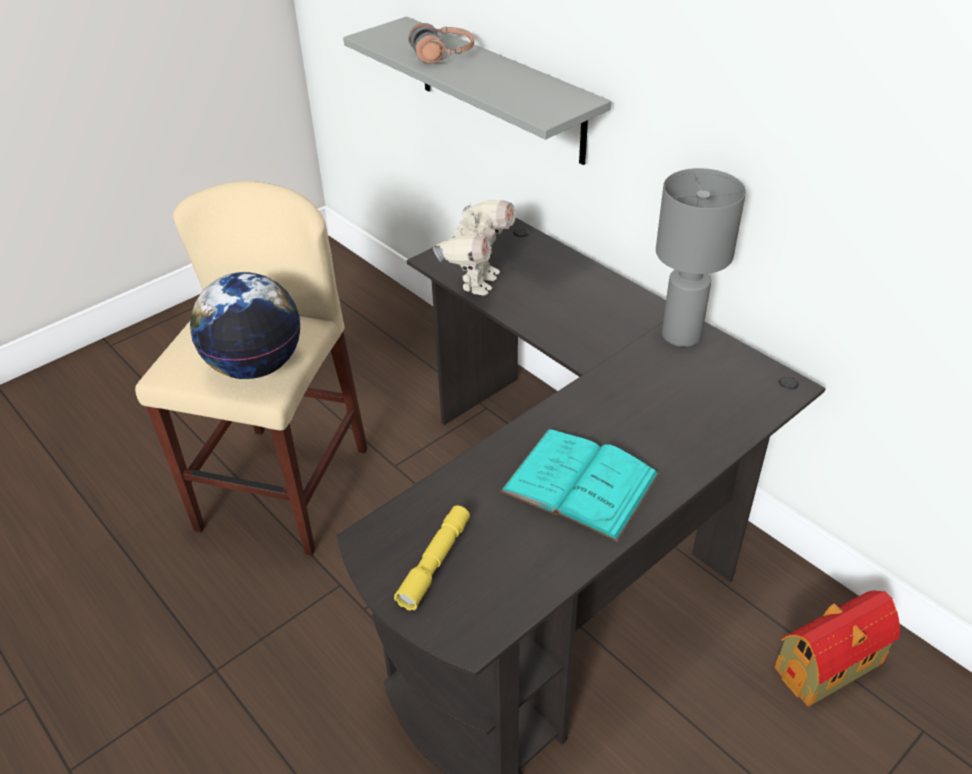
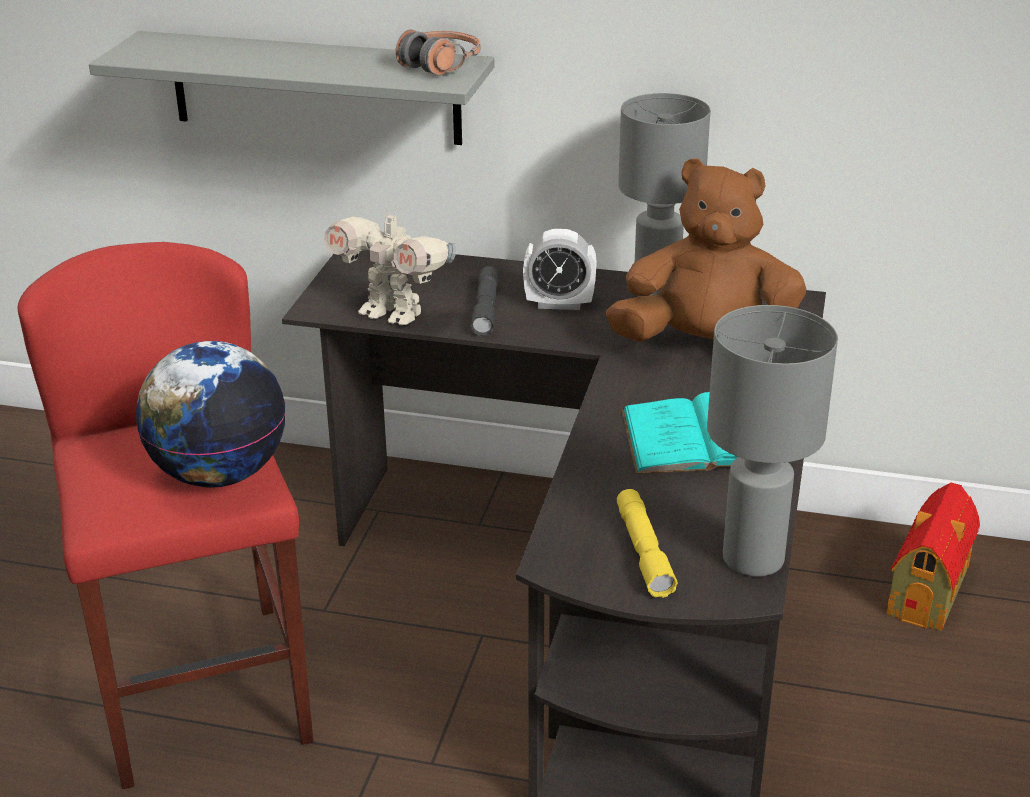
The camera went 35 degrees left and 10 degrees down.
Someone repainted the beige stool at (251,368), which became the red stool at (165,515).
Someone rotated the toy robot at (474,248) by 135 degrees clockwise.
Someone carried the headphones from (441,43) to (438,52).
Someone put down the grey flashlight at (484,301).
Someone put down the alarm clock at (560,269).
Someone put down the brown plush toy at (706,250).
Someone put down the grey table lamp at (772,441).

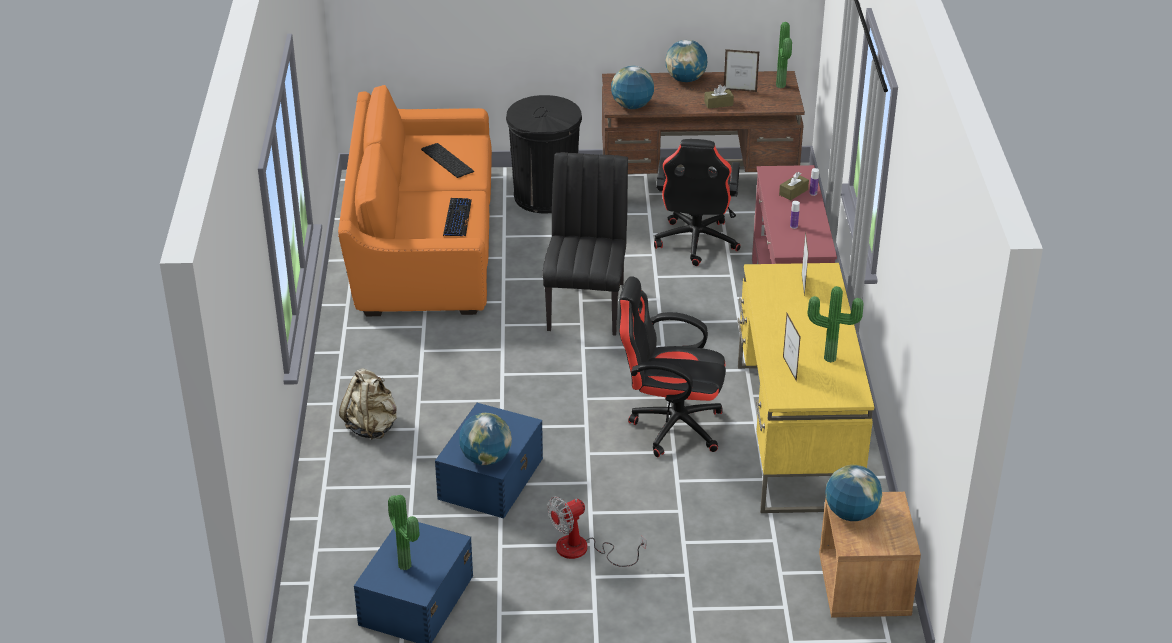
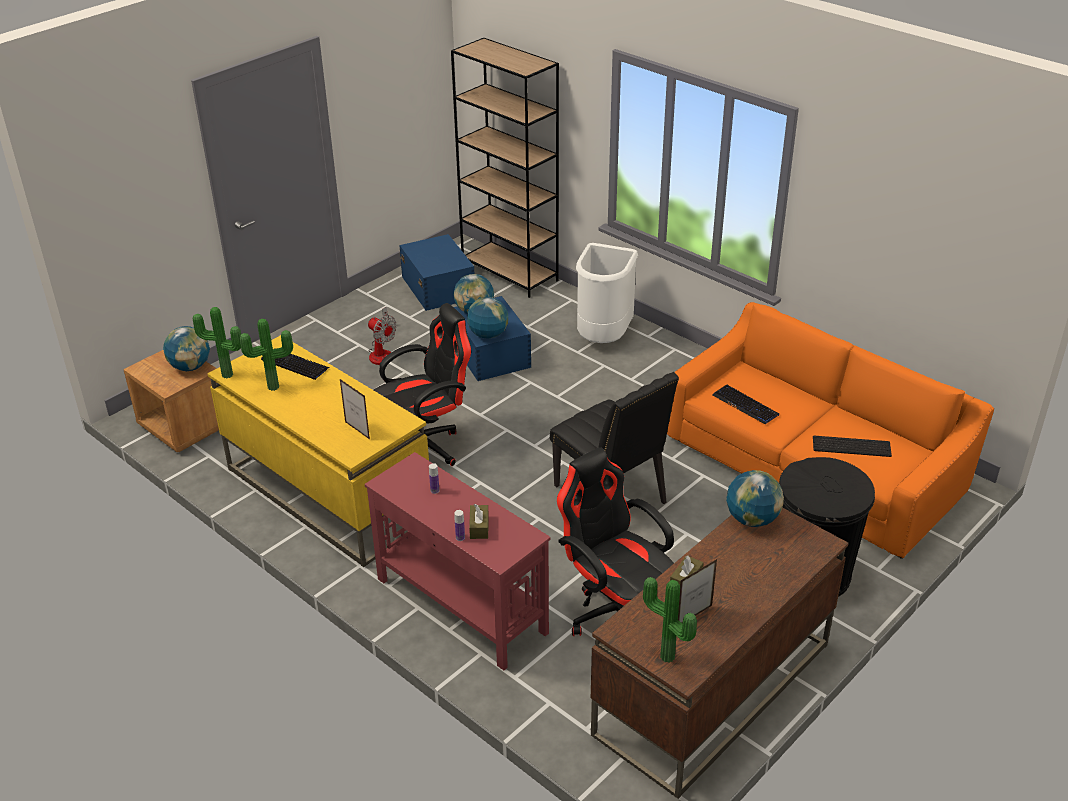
The camera went 135 degrees right and 0 degrees up.
Someone carried the potted plant from (404,532) to (217,342).
Someone swapped the picture frame at (791,347) for the keyboard at (295,364).
Someone rotated the fan at (596,531) by 120 degrees clockwise.
Someone put down the beige bookcase at (505,168).
Someone carried the globe from (686,61) to (487,318).
Someone swapped the beige backpack at (368,404) for the white trash can at (607,293).

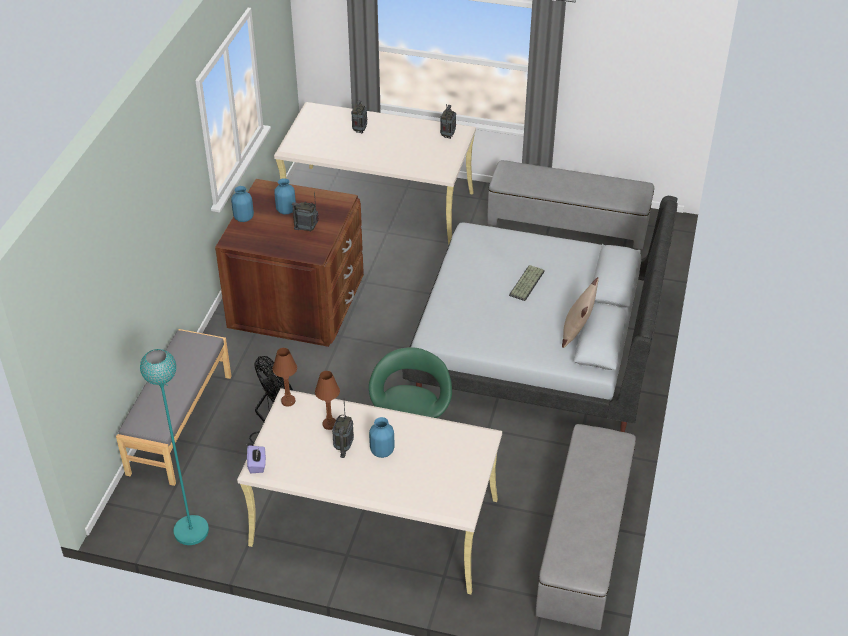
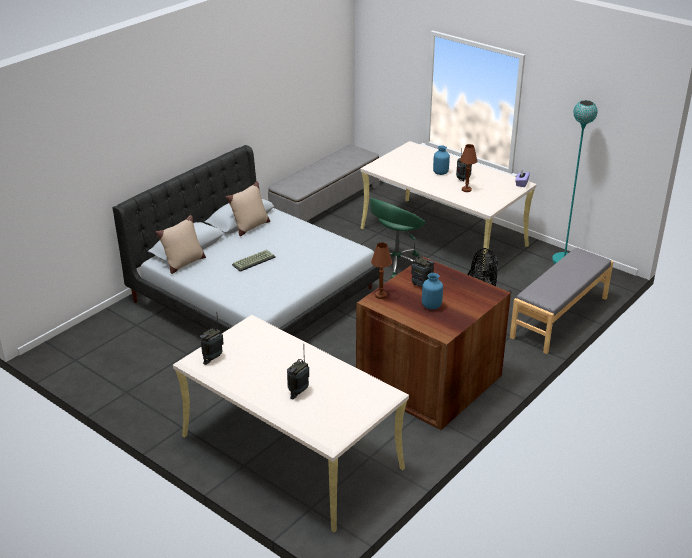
The camera went 155 degrees left and 10 degrees down.
Someone put down the beige pillow at (181,244).
Someone carried the brown table lamp from (284,377) to (381,270).
Someone took away the blue vase at (242,204).
Someone took away the grey bench at (570,204).

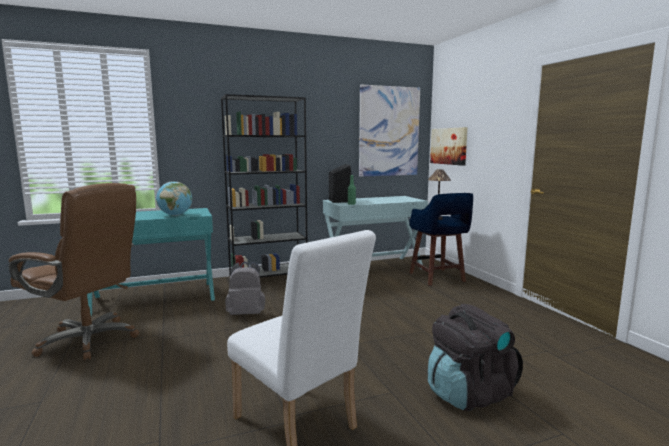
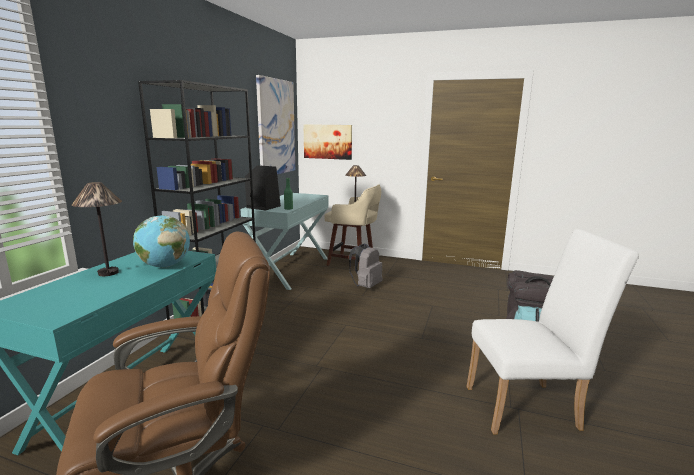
The camera went 50 degrees left and 5 degrees up.
Someone put down the table lamp at (97,229).
Someone repainted the blue stool at (441,239), which became the beige stool at (352,225).
Someone carried the grey backpack from (245,288) to (366,265).

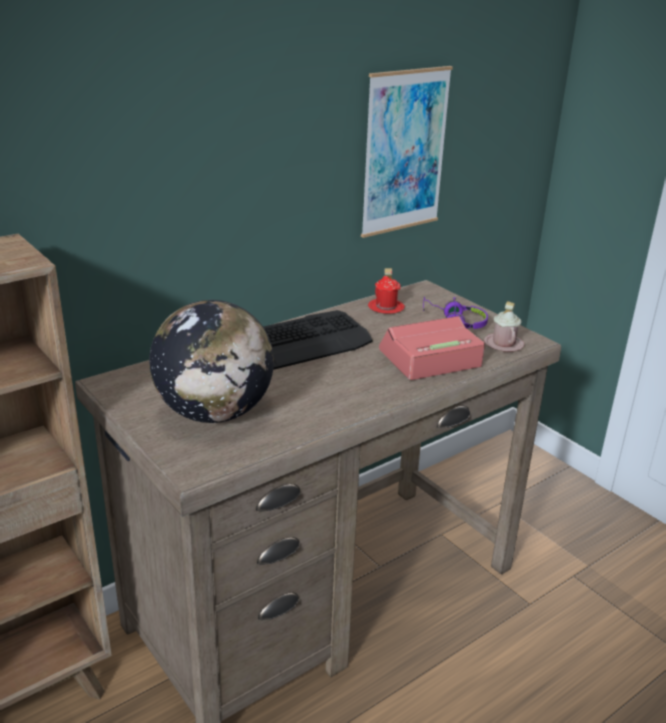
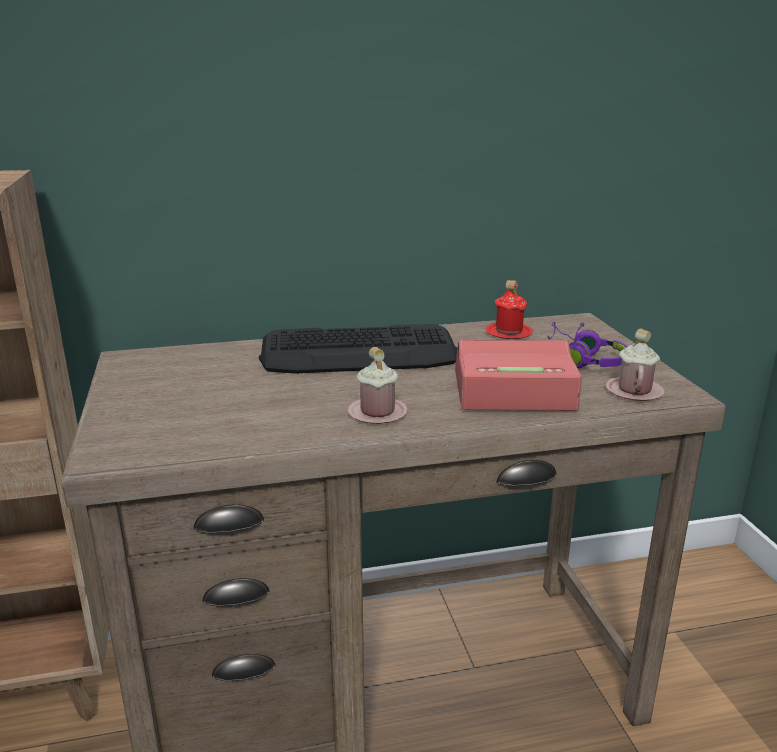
The camera went 25 degrees right and 5 degrees down.
Someone put down the pink mug at (377,385).
Someone took away the globe at (211,361).
Someone took away the picture at (407,152).

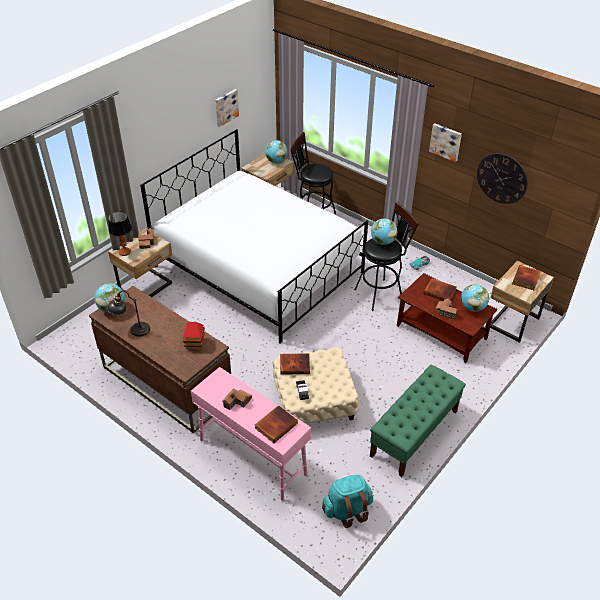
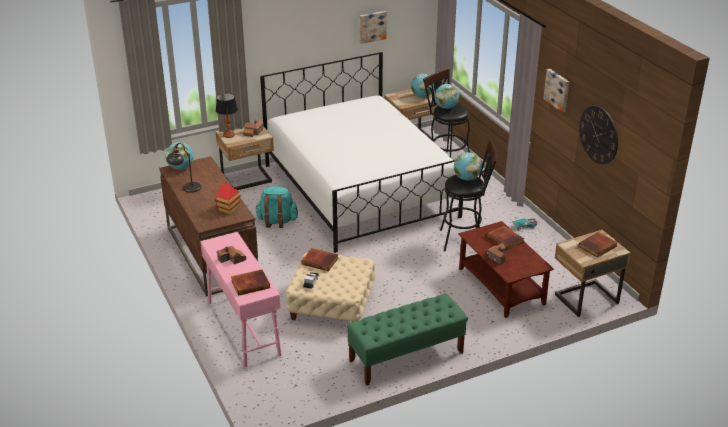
The camera went 25 degrees right and 10 degrees down.
Someone carried the turquoise backpack from (347,501) to (276,207).
Someone carried the globe from (475,298) to (447,96).

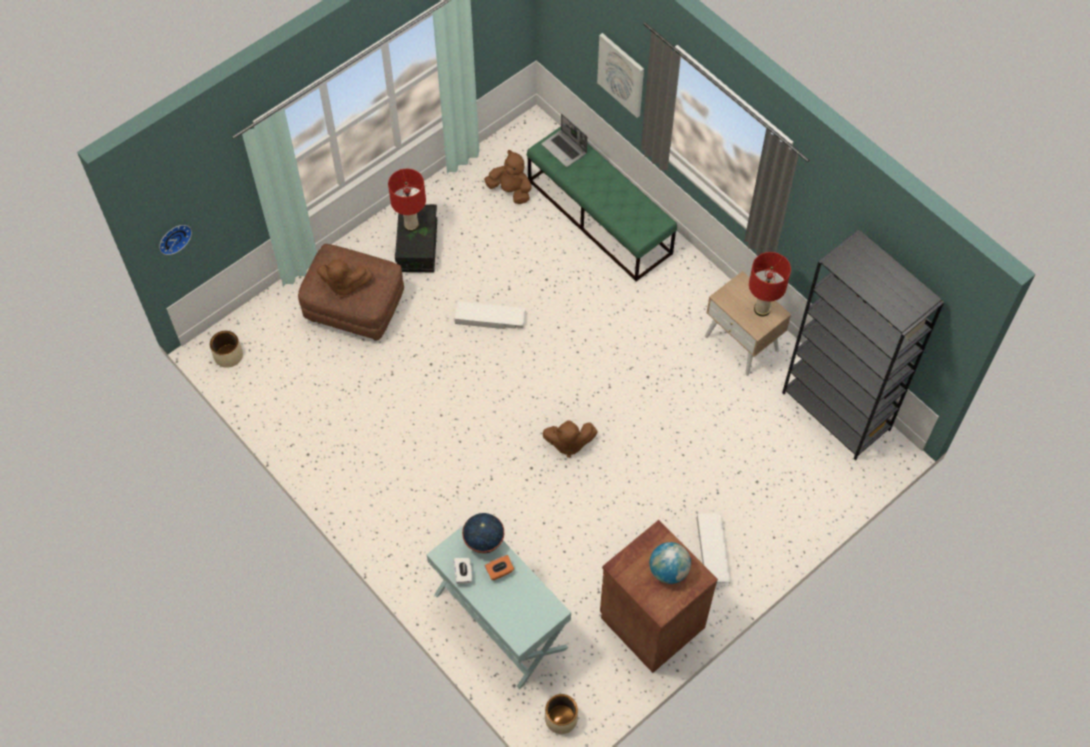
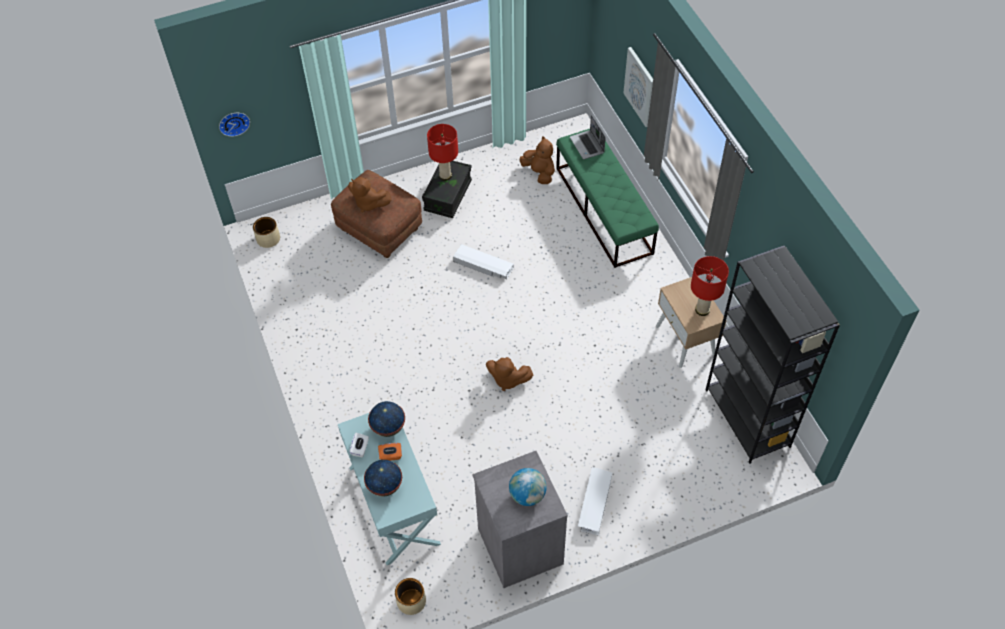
The camera went 20 degrees right and 5 degrees down.
Someone put down the globe at (383,478).
Someone repainted the brown dresser at (659,596), which became the grey dresser at (520,519).

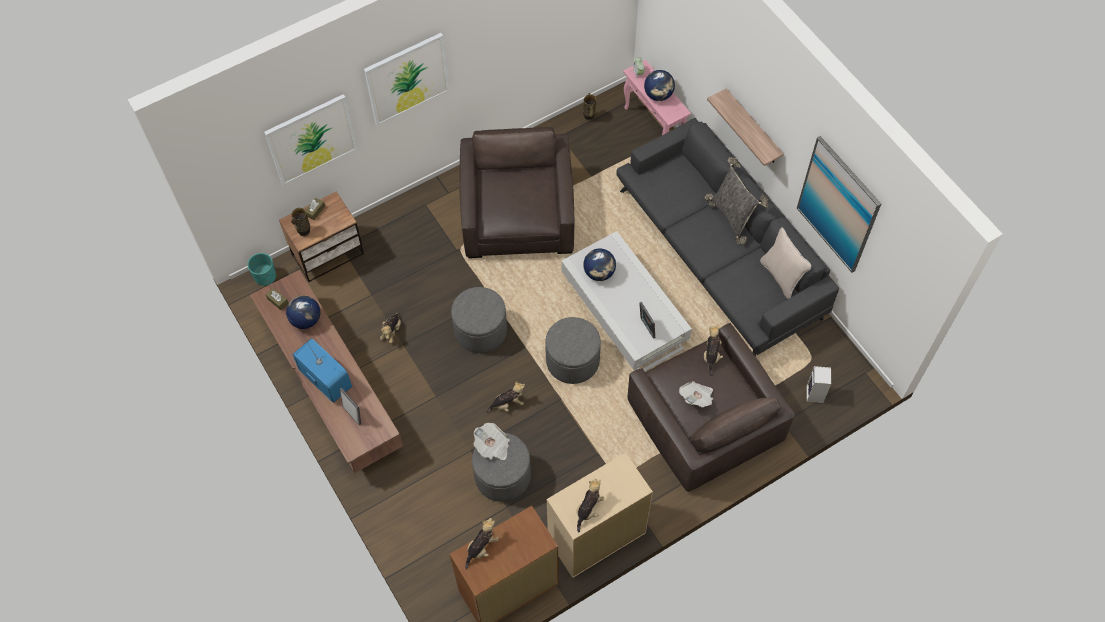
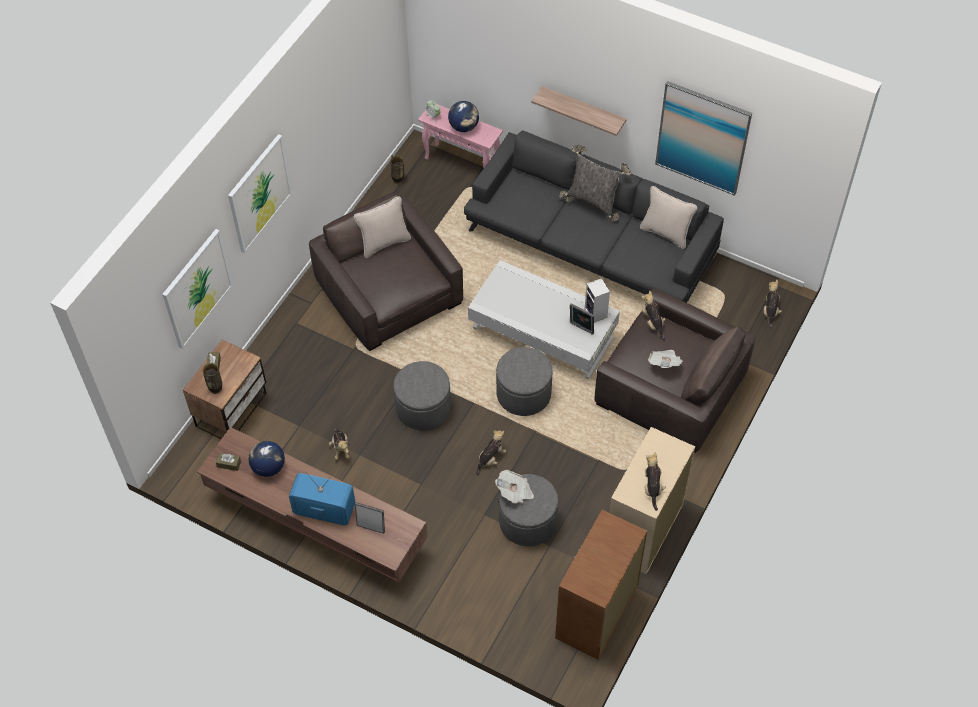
The camera went 30 degrees left and 5 degrees down.
Someone put down the beige pillow at (382,227).
Someone carried the speaker from (819,384) to (597,300).
Someone carried the plush toy from (482,544) to (773,304).
Someone took away the turquoise planter at (262,269).
Someone took away the globe at (599,264).

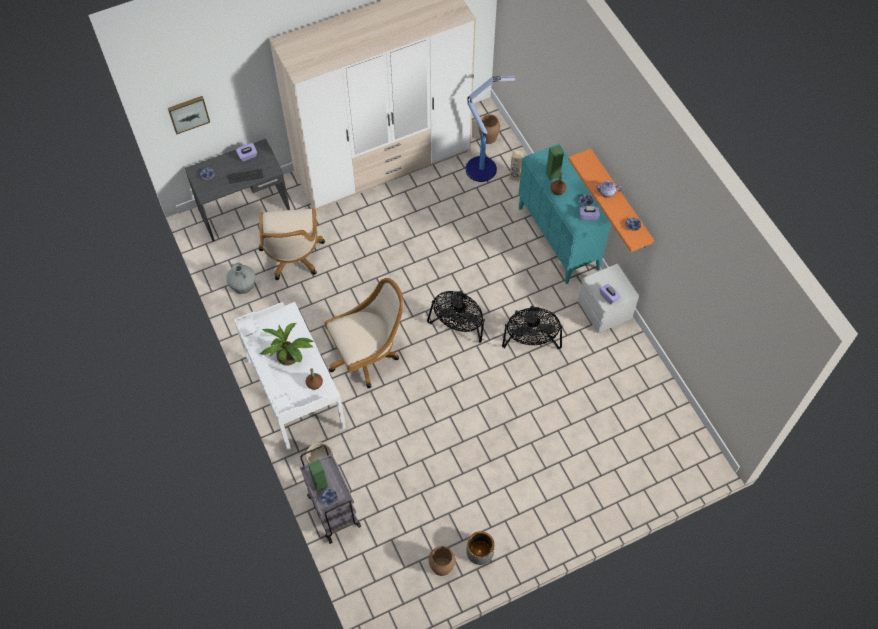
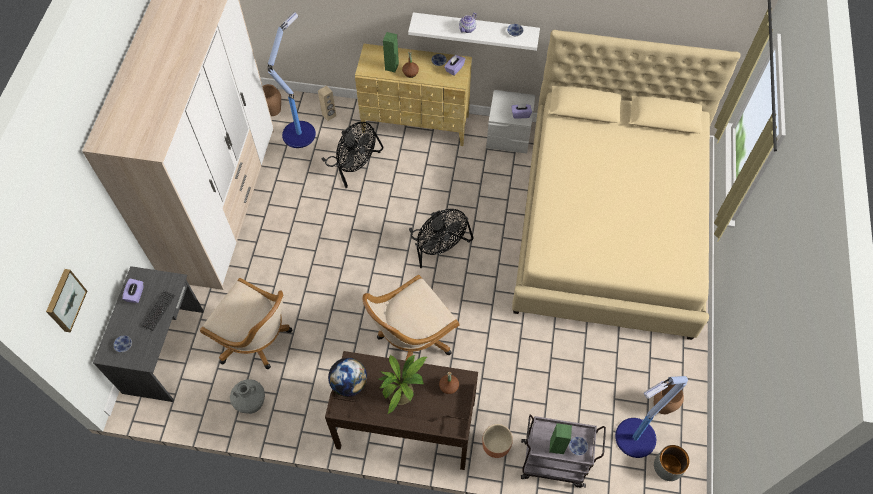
The camera went 55 degrees left and 0 degrees up.
Someone carried the black fan from (532,327) to (352,155).
Someone repainted the white desk at (290,377), which became the brown desk at (401,410).
Someone put down the globe at (347,377).
Someone repainted the turquoise dresser at (565,213), which became the beige dresser at (413,95).
Someone rotated the office chair at (364,333) by 135 degrees counterclockwise.
Someone repainted the orange shelf at (611,200), which became the white shelf at (474,31).
Someone put down the beige bed at (626,185).
Someone put down the floor lamp at (651,417).
Someone carried the grey planter from (480,548) to (672,463).

